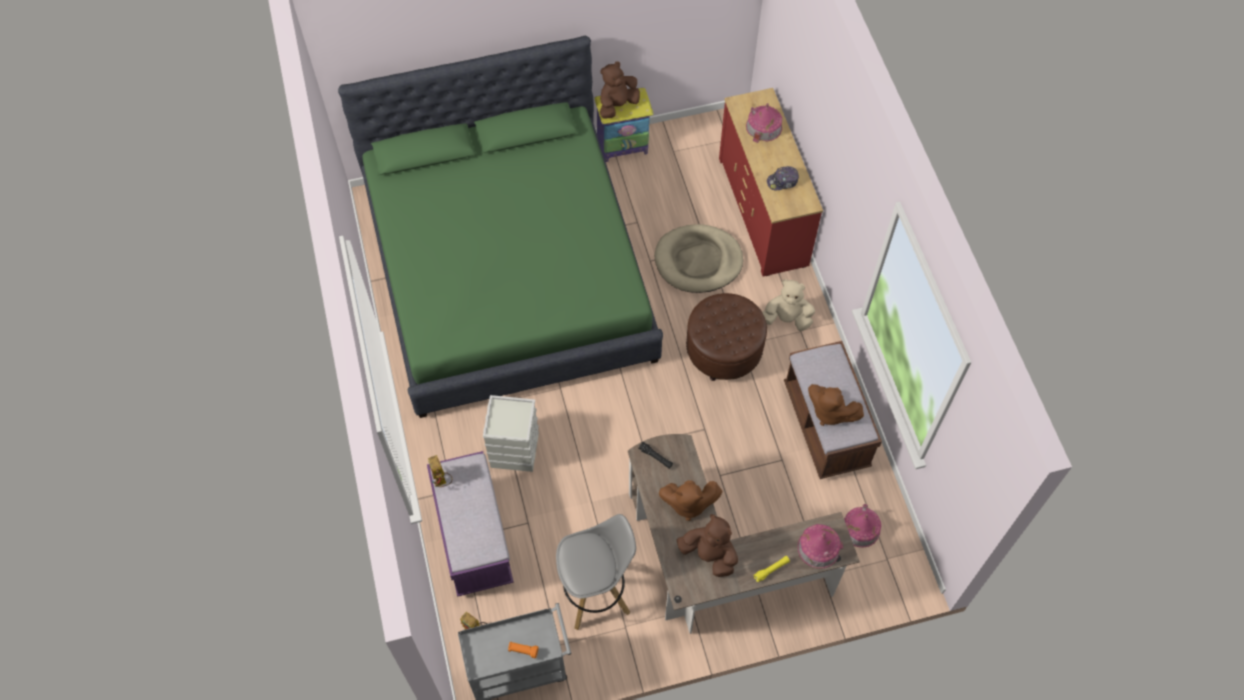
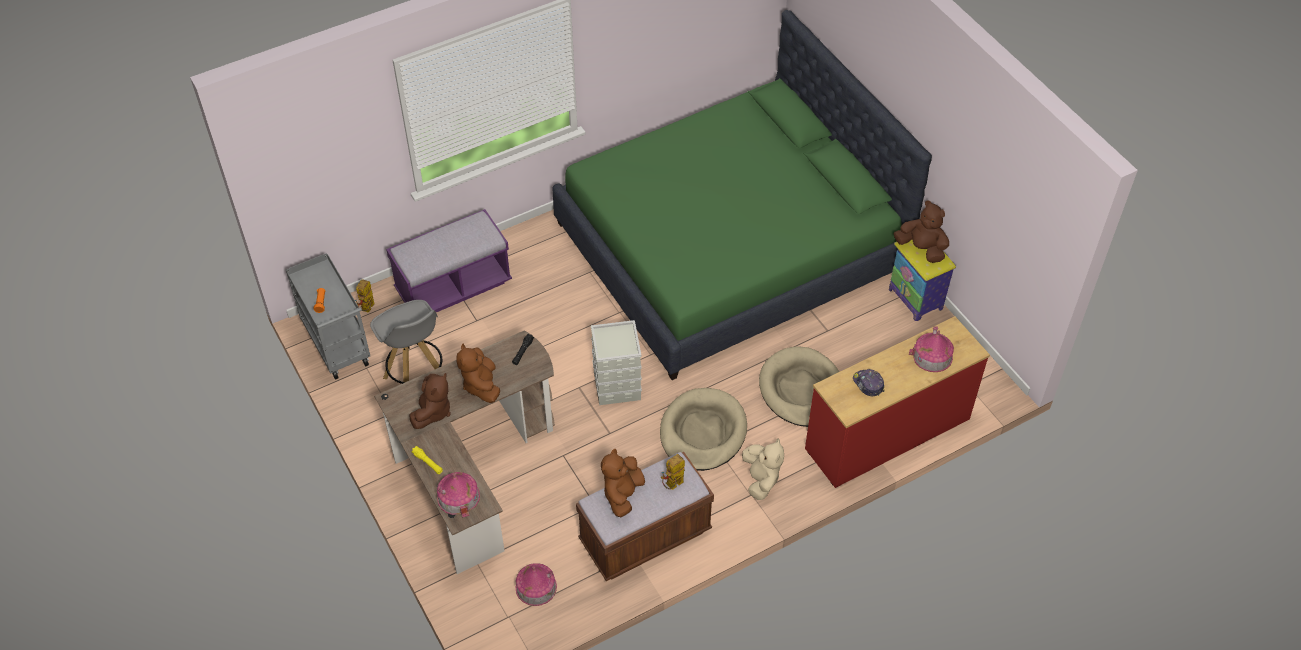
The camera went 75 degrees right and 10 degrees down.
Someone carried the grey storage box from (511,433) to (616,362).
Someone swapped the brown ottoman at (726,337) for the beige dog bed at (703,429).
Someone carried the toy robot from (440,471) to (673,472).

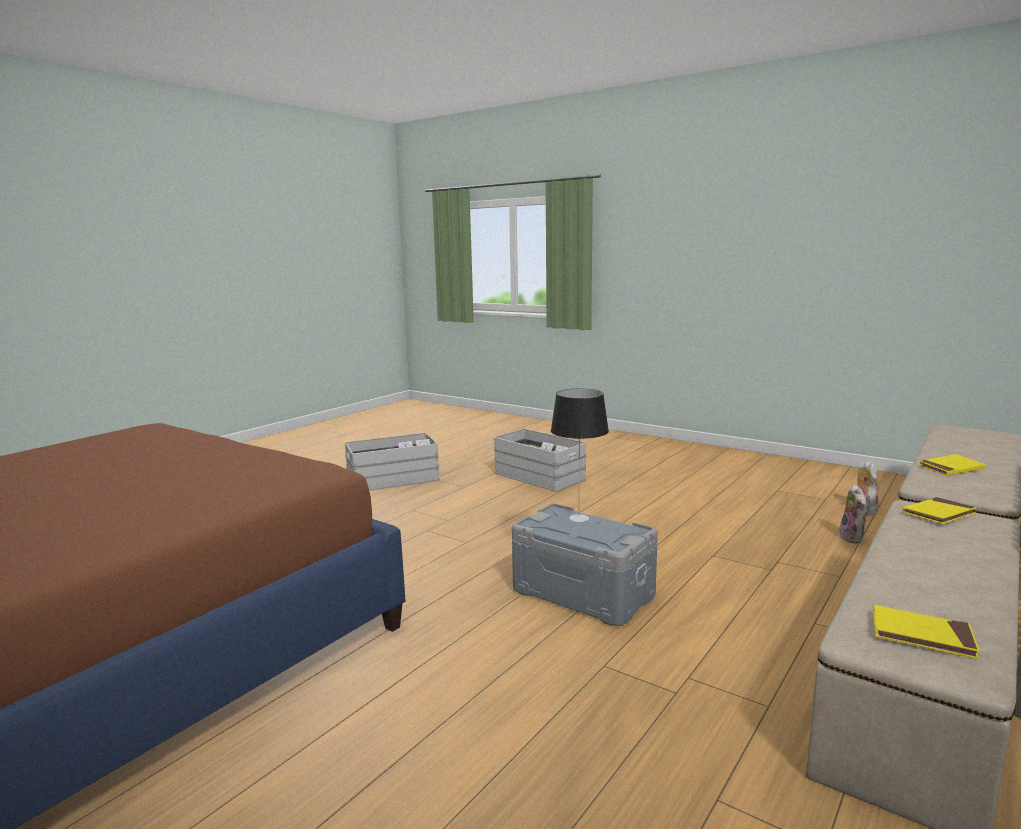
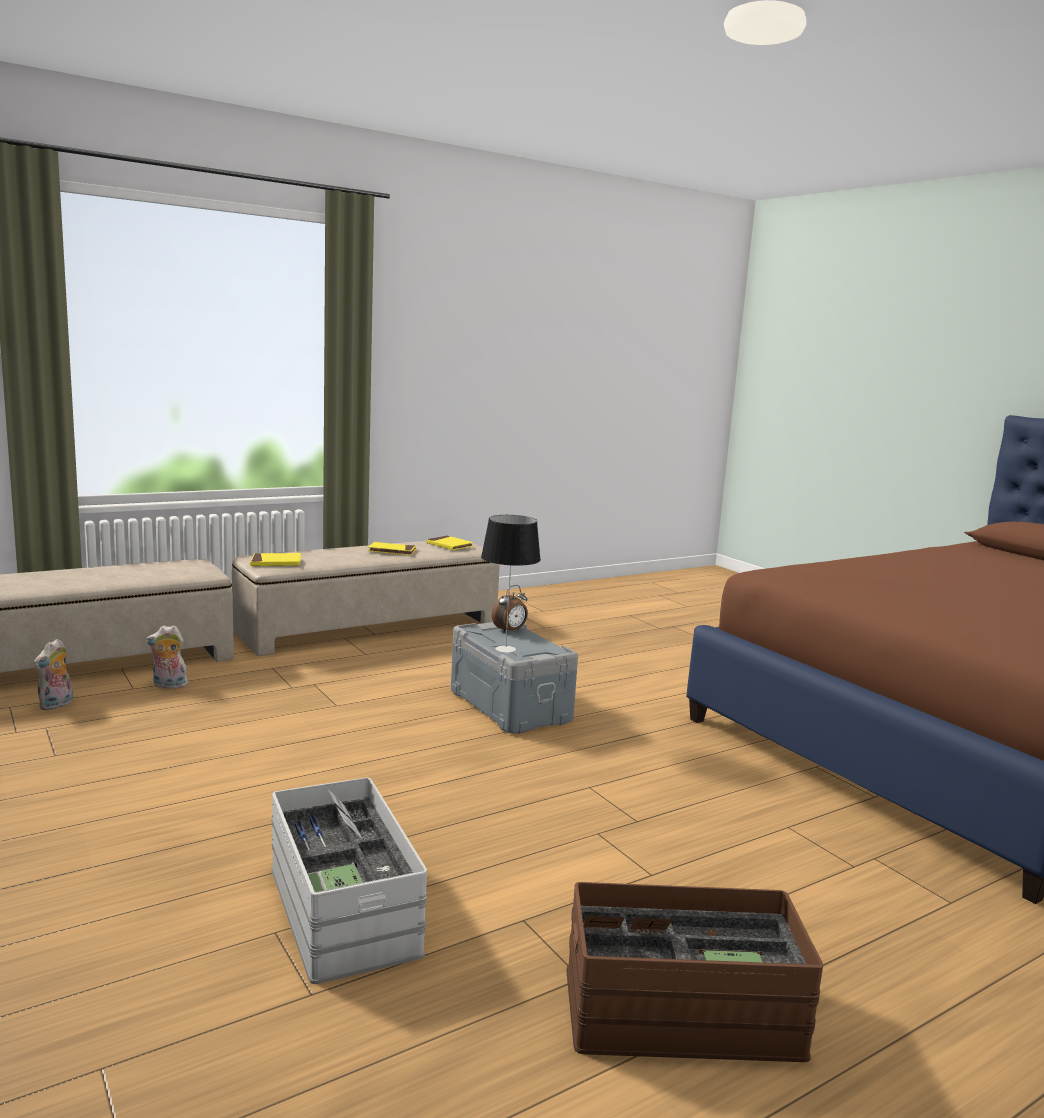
The camera went 160 degrees left and 0 degrees up.
Someone rotated the plush toy at (853,514) by 120 degrees counterclockwise.
Someone carried the yellow book from (952,465) to (392,548).
Someone put down the alarm clock at (510,609).
Someone repainted the grey storage box at (392,462), which became the brown storage box at (694,972).

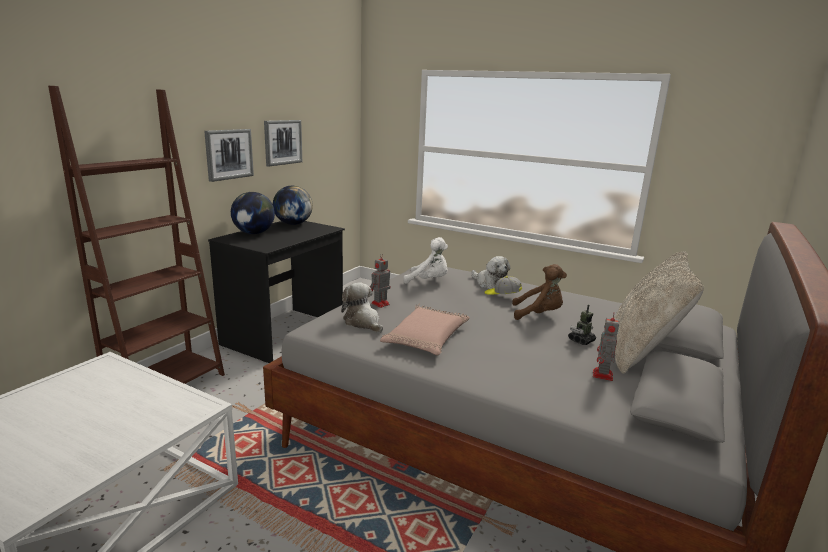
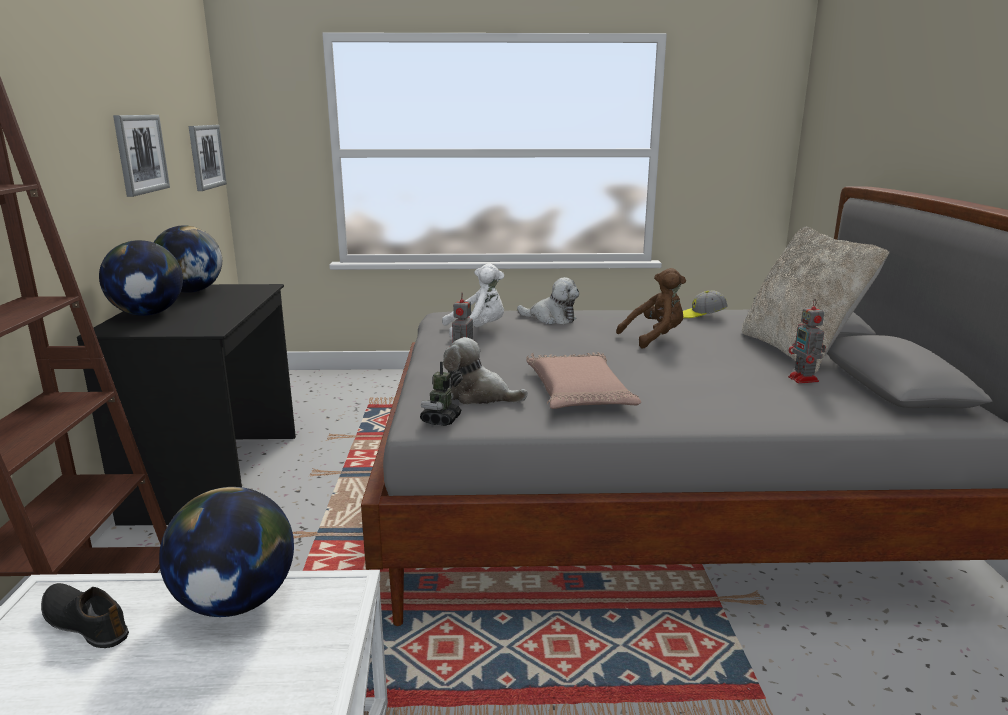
The camera went 30 degrees left and 0 degrees up.
Someone put down the black shoe at (85,615).
Someone put down the globe at (226,552).
Someone carried the picture from (229,155) to (208,158).
Someone carried the toy robot from (582,325) to (440,393).
Someone carried the cap from (503,285) to (705,304).

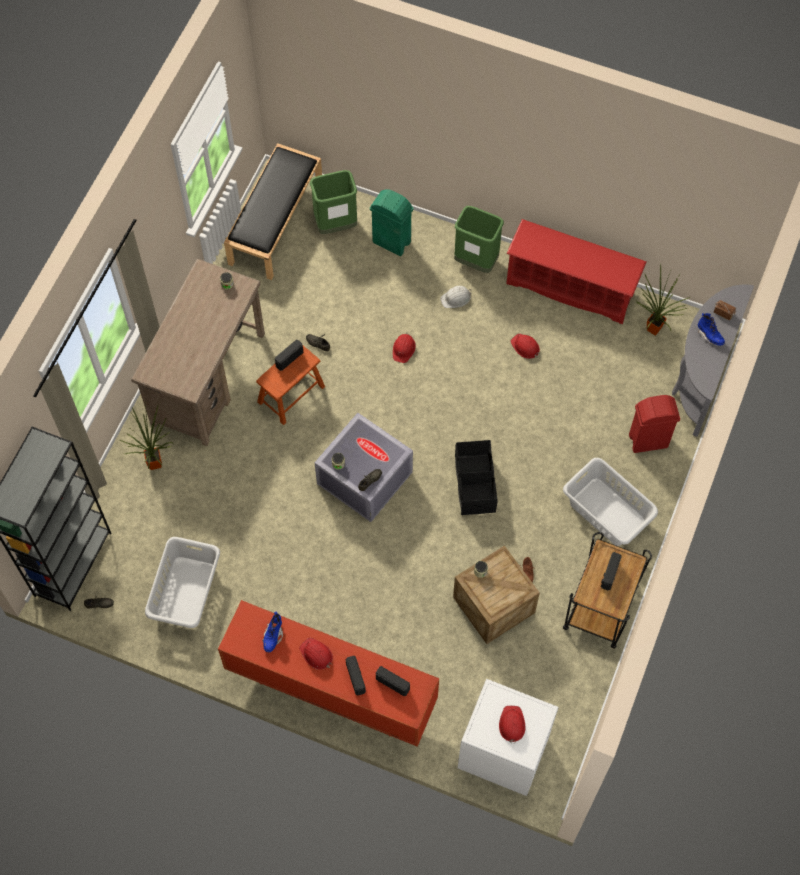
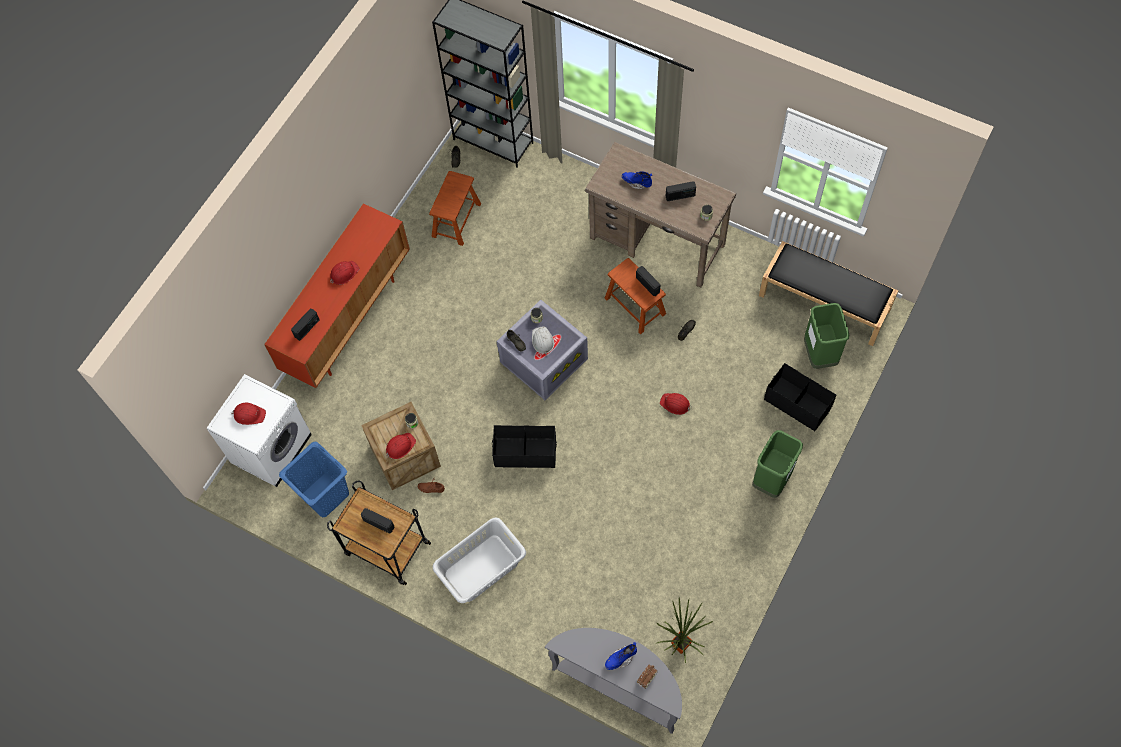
The camera went 100 degrees right and 0 degrees up.
Someone put down the blue laundry basket at (314,479).
Someone carried the red hard hat from (525,346) to (401,446).
Someone swapped the grey laundry basket at (182,582) for the brown stool at (455,208).
Someone carried the white hard hat from (455,297) to (543,340).
Someone carried the blue boot from (272,631) to (637,180).
Someone carried the radio from (356,676) to (681,191).
Someone swapped the green trash can at (391,223) for the black storage box at (800,397).
Someone took away the potted plant at (146,436).
Someone took away the red shoe rack at (576,271).
Someone took away the red trash can at (654,424).

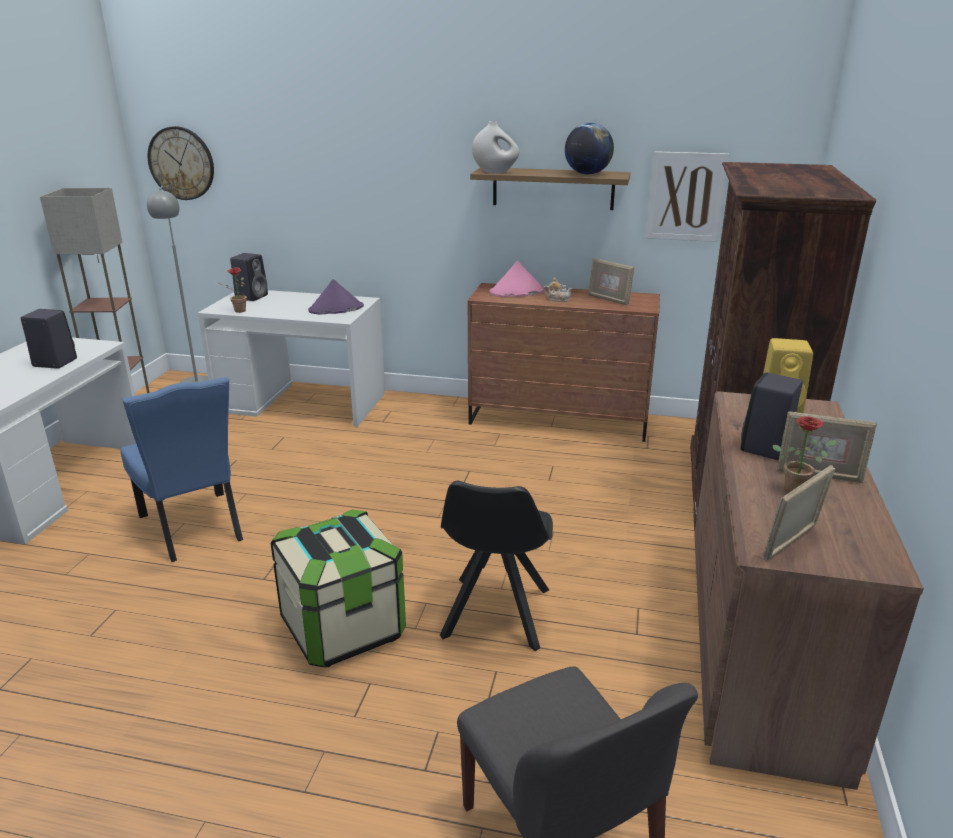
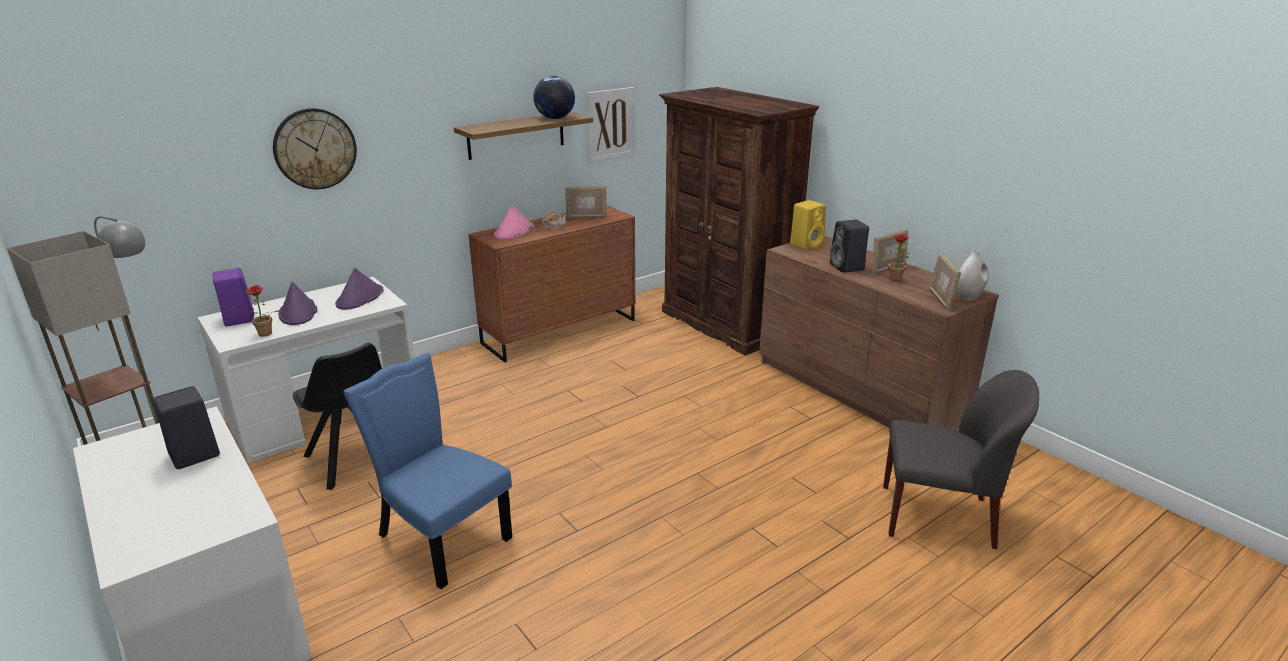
The camera went 50 degrees left and 0 degrees up.
Someone repainted the black speaker at (249,277), which became the purple speaker at (234,297).
Someone carried the wall clock from (180,163) to (315,148).
Someone put down the purple hat at (297,303).
Someone carried the black chair from (496,566) to (337,416).
Someone rotated the blue chair at (182,469) by 150 degrees counterclockwise.
Someone carried the white vase from (495,147) to (972,275).
Someone took away the storage box at (338,588).

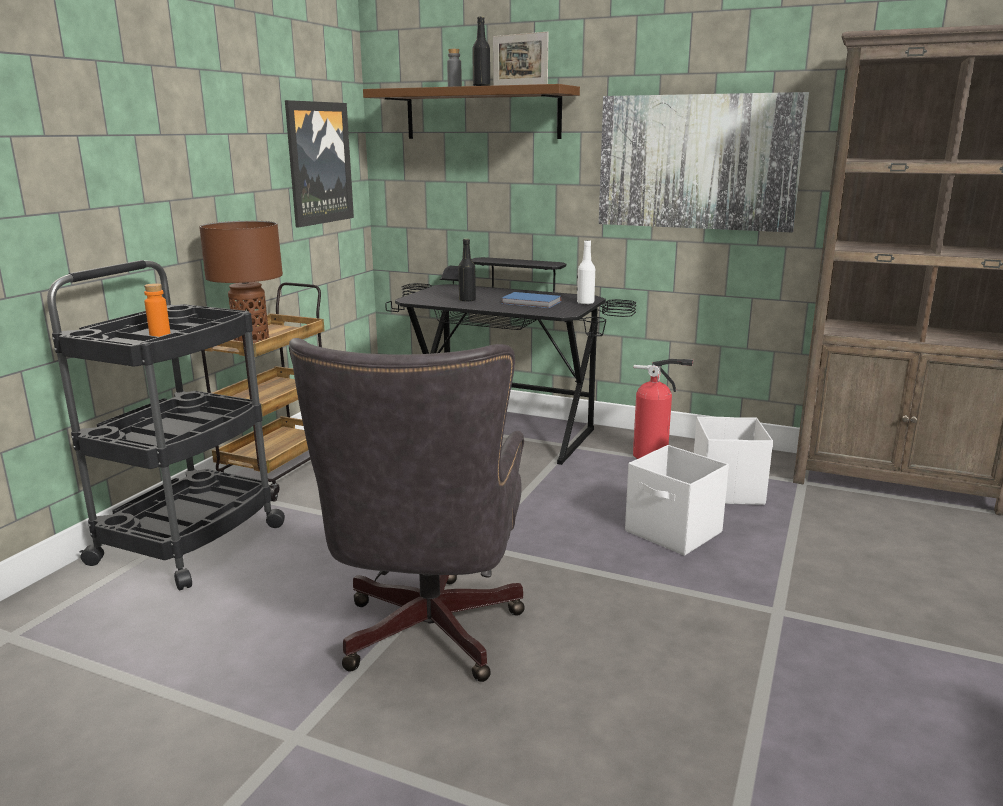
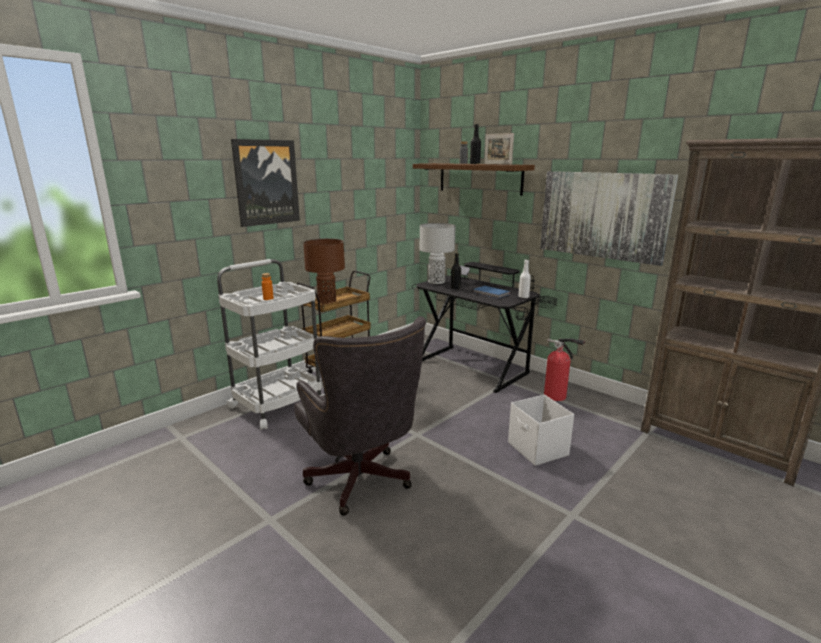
The camera went 20 degrees right and 0 degrees up.
Someone repainted the black cart at (166,425), which became the white cart at (271,344).
Someone carried the picture from (319,164) to (265,183).
Someone rotated the grey office chair at (407,510) by 60 degrees counterclockwise.
Someone put down the white table lamp at (437,253).
Someone took away the white storage box at (733,460).

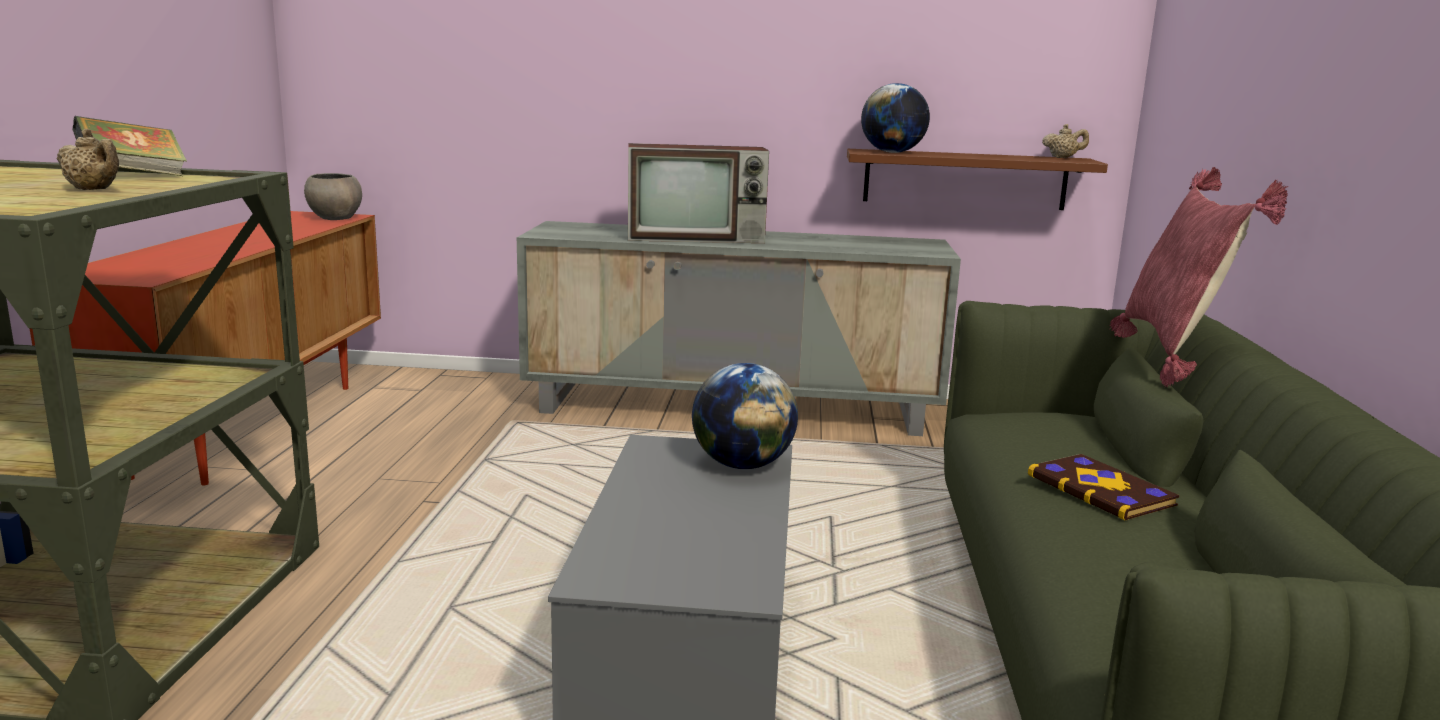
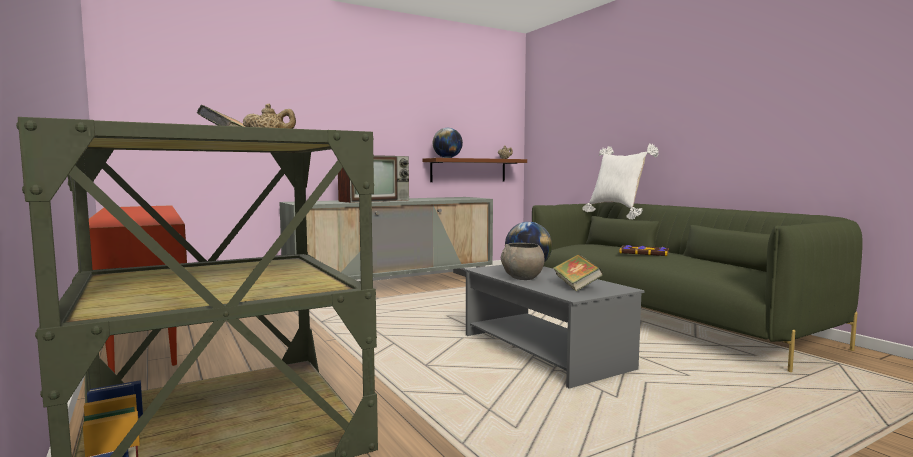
The camera went 35 degrees left and 10 degrees down.
Someone carried the grey bowl from (333,196) to (523,261).
Someone put down the book at (579,272).
Someone repainted the red pillow at (1199,277), which became the white pillow at (620,181).

